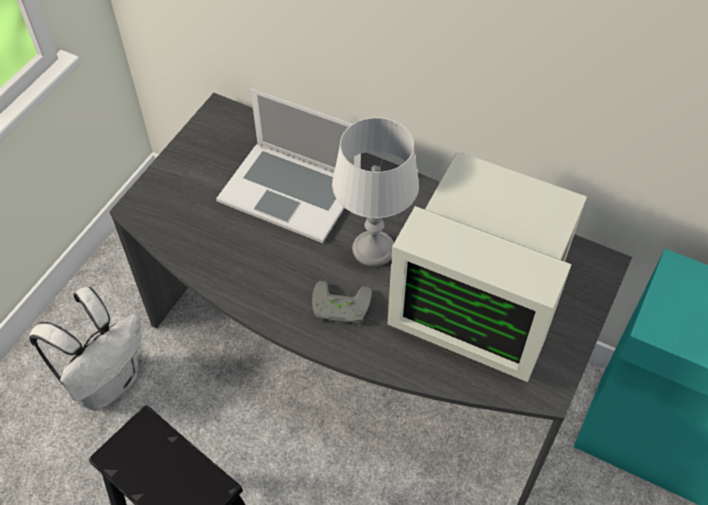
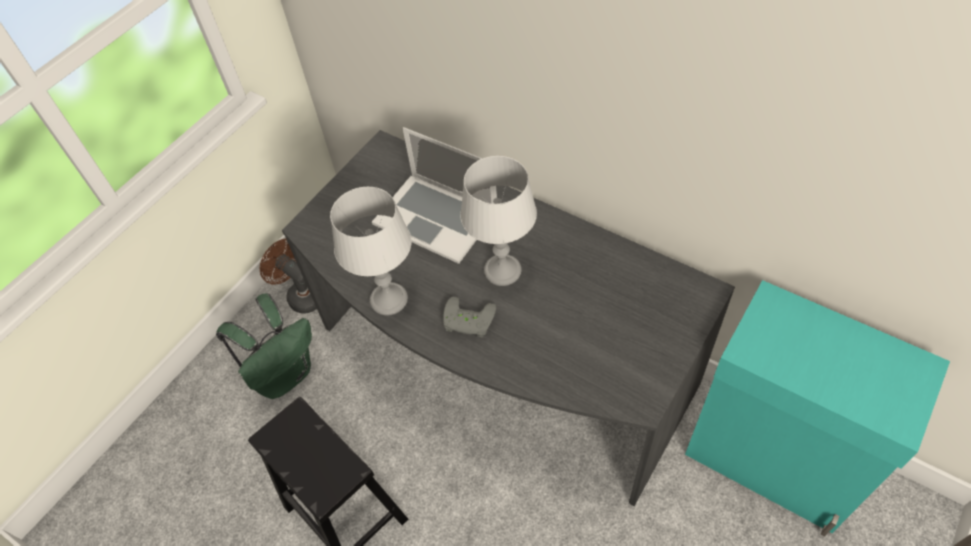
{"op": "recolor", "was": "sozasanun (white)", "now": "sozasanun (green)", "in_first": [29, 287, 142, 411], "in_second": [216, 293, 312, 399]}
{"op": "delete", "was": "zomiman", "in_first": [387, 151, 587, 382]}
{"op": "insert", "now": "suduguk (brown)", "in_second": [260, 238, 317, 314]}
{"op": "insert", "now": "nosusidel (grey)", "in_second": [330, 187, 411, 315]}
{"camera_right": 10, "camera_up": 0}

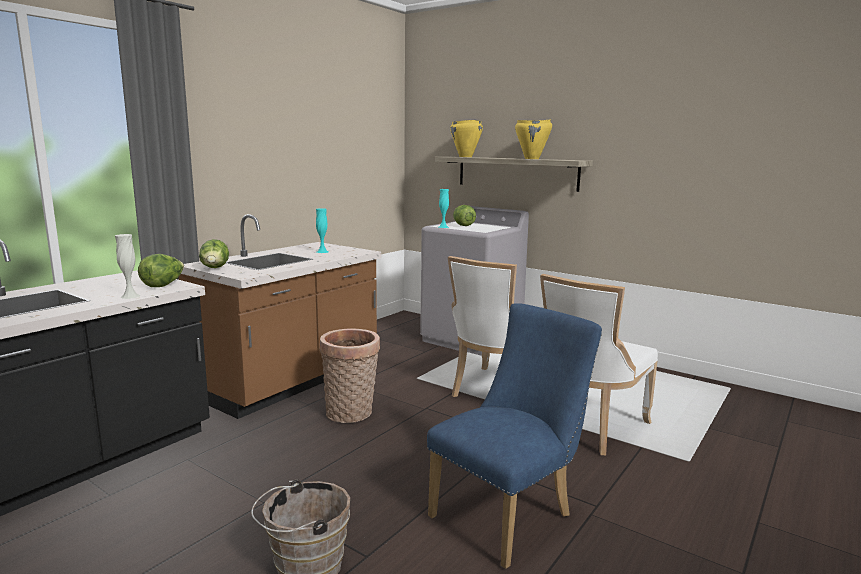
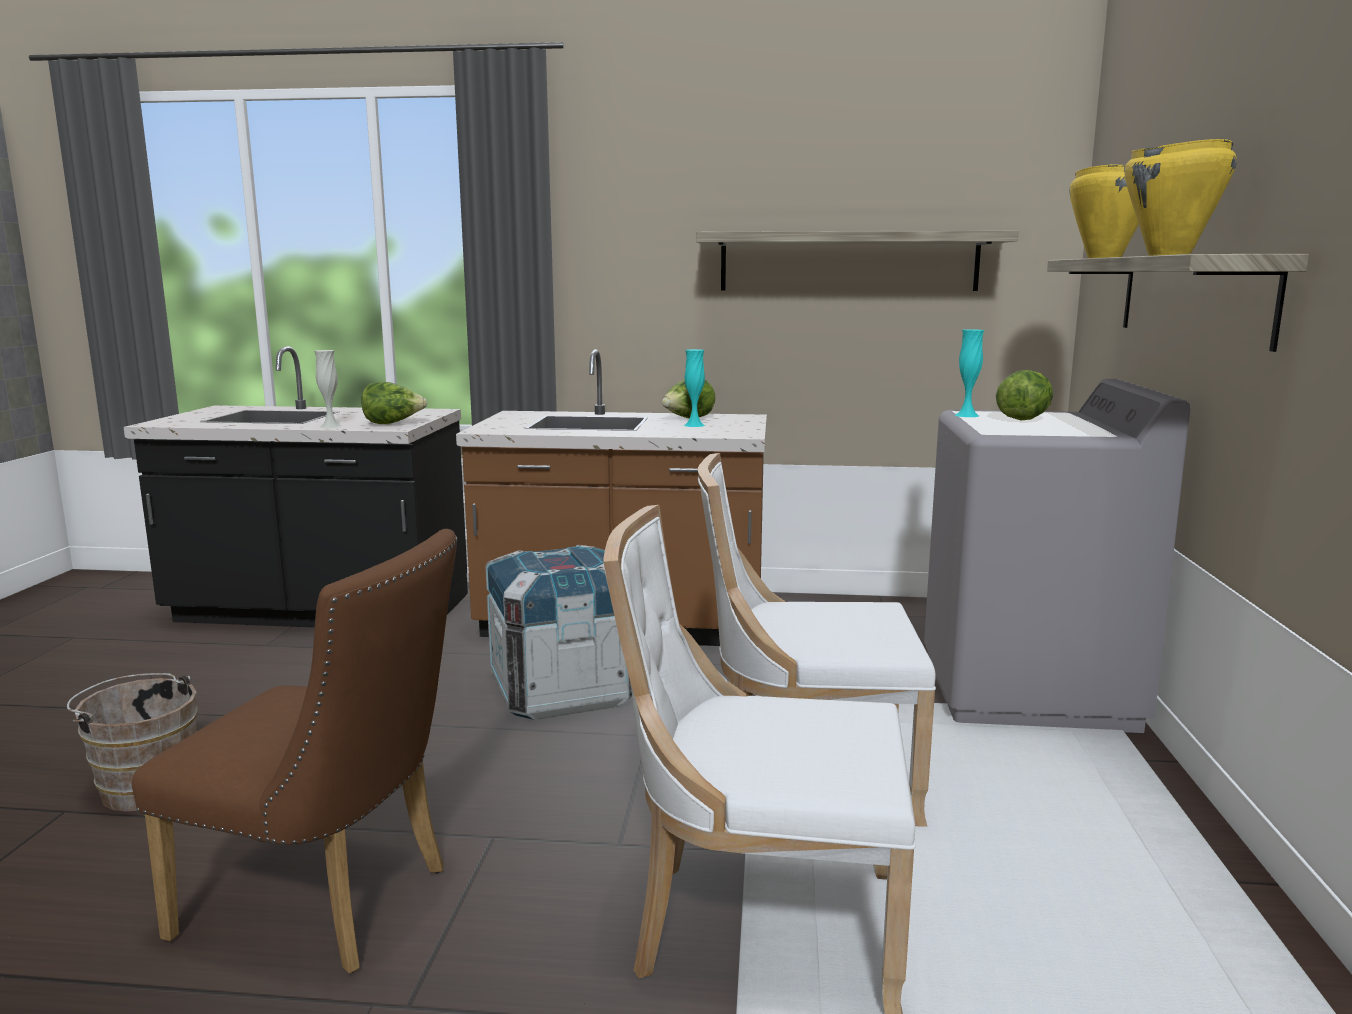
{"op": "move", "was": "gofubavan", "in_first": [199, 239, 229, 268], "in_second": [662, 380, 716, 418]}
{"op": "replace", "was": "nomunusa", "now": "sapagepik", "in_first": [319, 328, 380, 423], "in_second": [485, 545, 632, 720]}
{"op": "recolor", "was": "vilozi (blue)", "now": "vilozi (brown)", "in_first": [427, 303, 602, 569], "in_second": [132, 529, 457, 974]}
{"op": "insert", "now": "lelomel", "in_second": [696, 230, 1019, 291]}
{"camera_right": 60, "camera_up": 0}

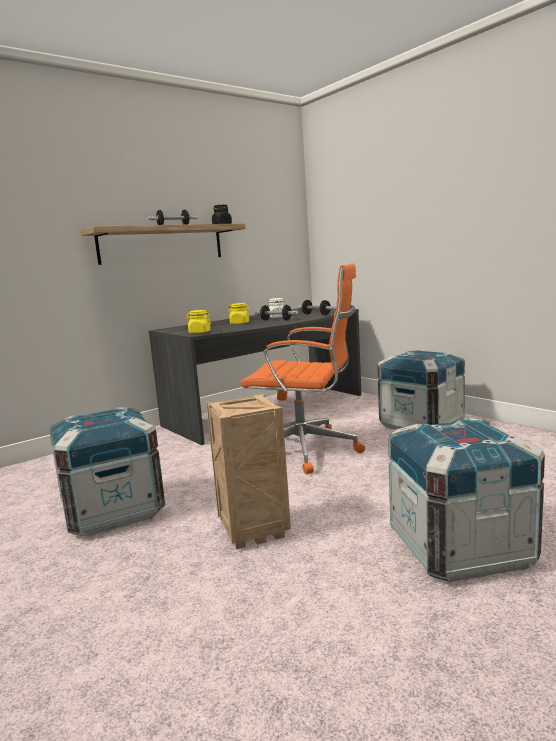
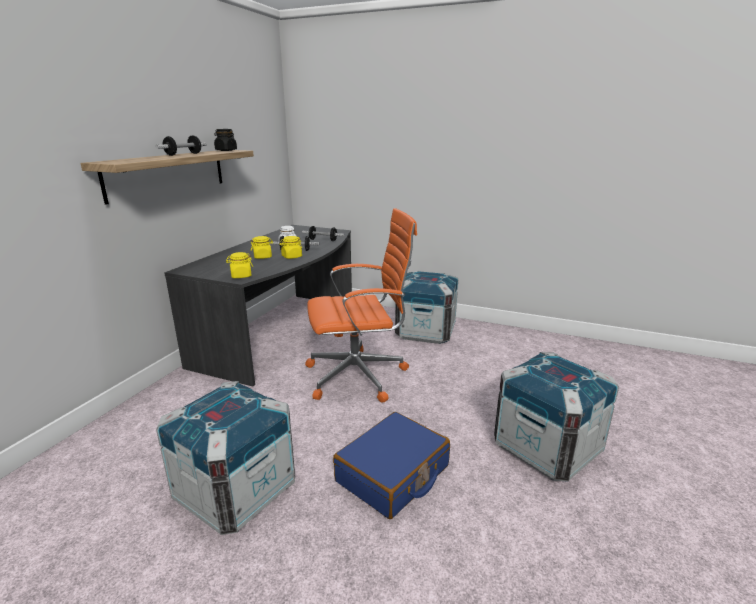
{"op": "replace", "was": "sapagepik", "now": "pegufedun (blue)", "in_first": [207, 394, 291, 549], "in_second": [333, 412, 450, 519]}
{"op": "insert", "now": "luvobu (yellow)", "in_second": [280, 236, 302, 259]}
{"camera_right": -30, "camera_up": 10}

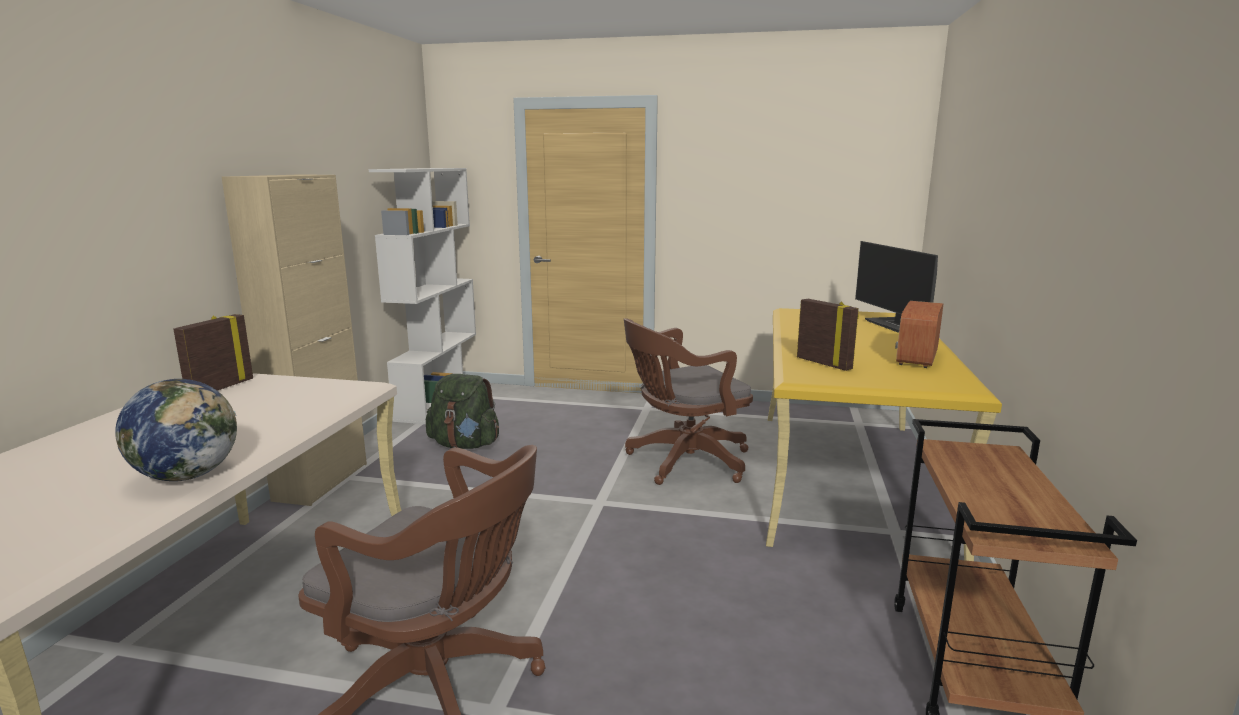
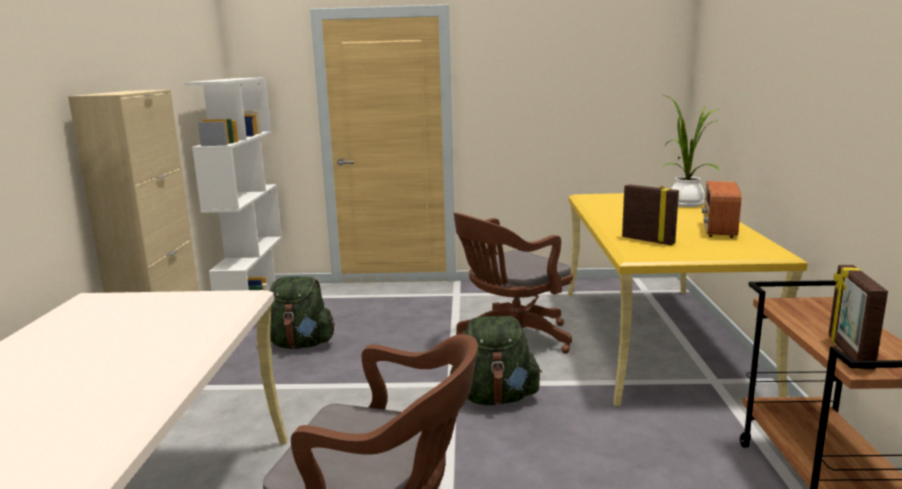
{"op": "delete", "was": "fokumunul", "in_first": [115, 379, 237, 481]}
{"op": "move", "was": "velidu", "in_first": [173, 314, 253, 391], "in_second": [828, 265, 888, 370]}
{"op": "replace", "was": "zomiman", "now": "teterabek", "in_first": [855, 241, 938, 333], "in_second": [662, 95, 720, 207]}
{"op": "insert", "now": "sozasanun (green)", "in_second": [450, 316, 542, 405]}
{"camera_right": -10, "camera_up": 0}

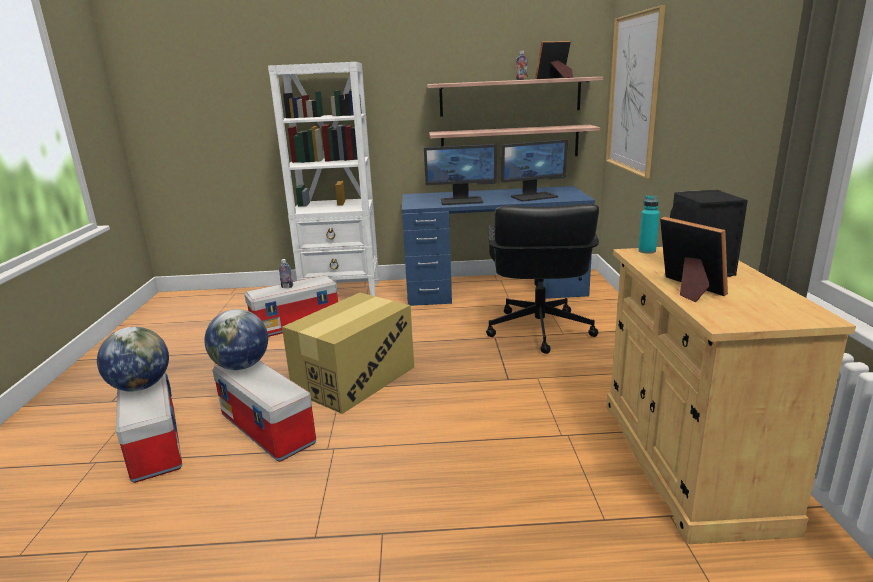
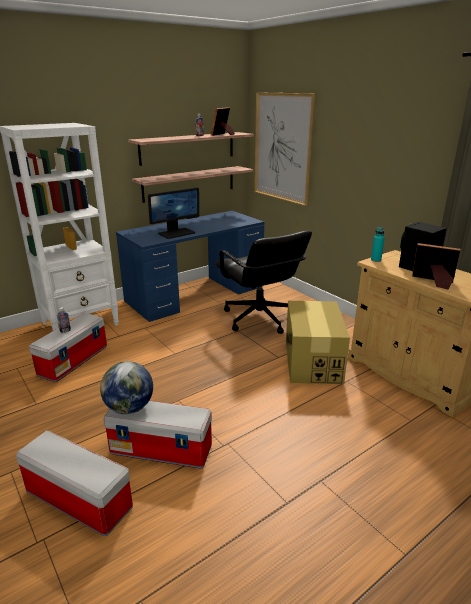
{"op": "delete", "was": "fokumunul", "in_first": [97, 327, 169, 392]}
{"op": "move", "was": "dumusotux", "in_first": [282, 293, 414, 414], "in_second": [286, 301, 350, 384]}
{"op": "delete", "was": "zomiman", "in_first": [501, 139, 568, 202]}
{"camera_right": -35, "camera_up": 5}

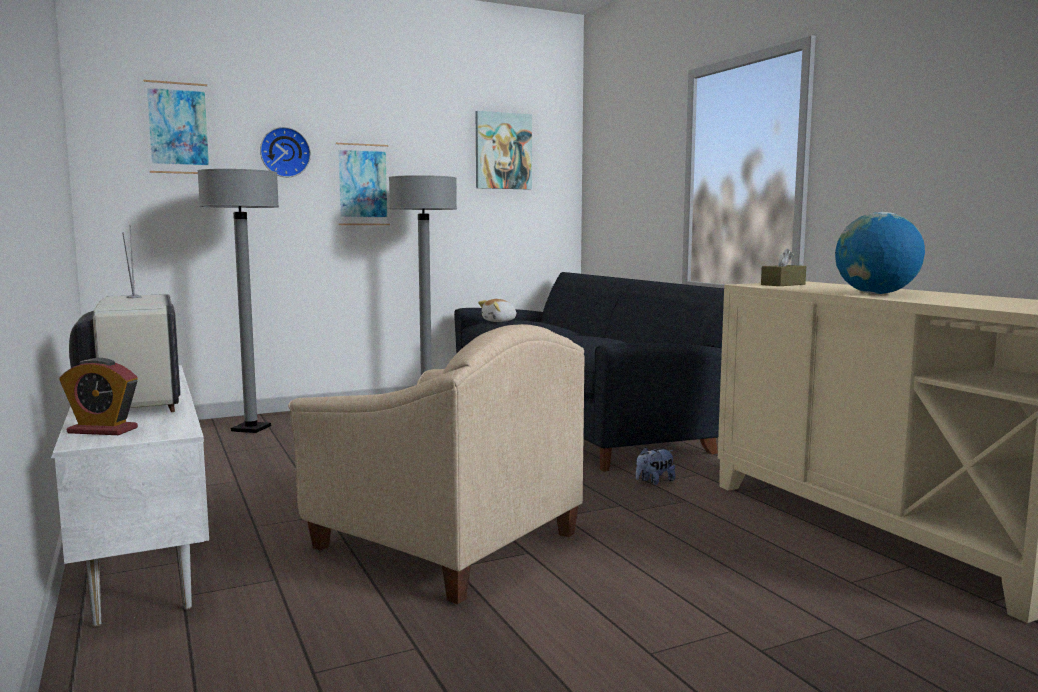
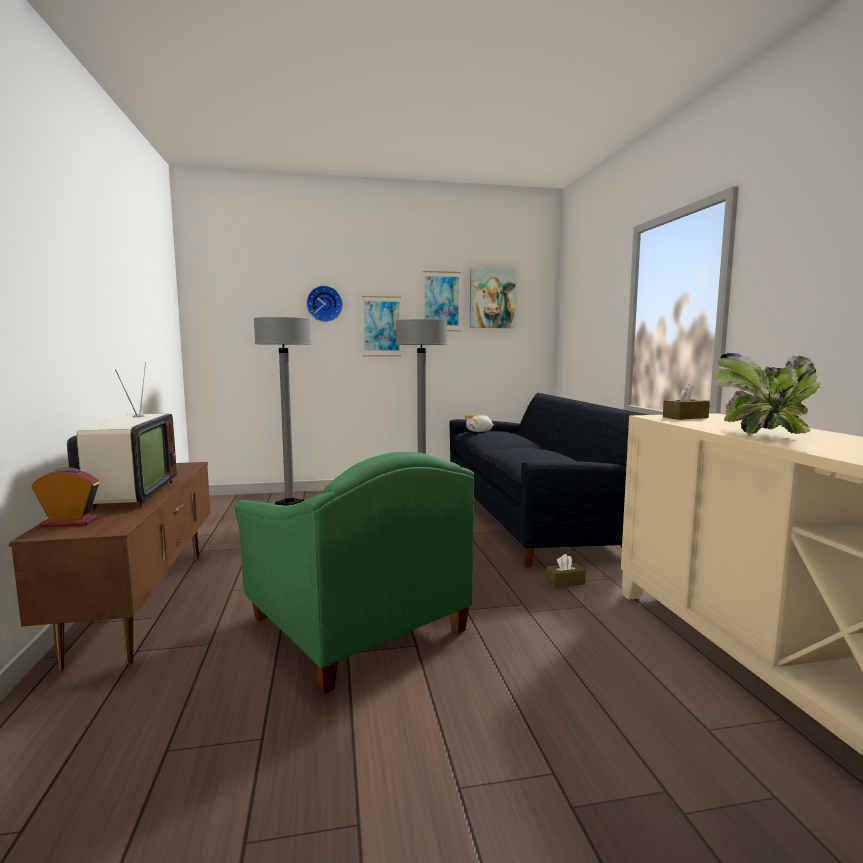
{"op": "recolor", "was": "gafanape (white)", "now": "gafanape (brown)", "in_first": [50, 365, 209, 627], "in_second": [8, 462, 210, 672]}
{"op": "rotate", "was": "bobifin", "in_first": [59, 358, 138, 435], "in_second": [32, 467, 99, 527], "clockwise": 150}
{"op": "move", "was": "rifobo", "in_first": [143, 80, 212, 174], "in_second": [423, 271, 461, 331]}
{"op": "recolor", "was": "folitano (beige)", "now": "folitano (green)", "in_first": [288, 324, 585, 604], "in_second": [234, 452, 474, 694]}
{"op": "replace", "was": "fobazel", "now": "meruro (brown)", "in_first": [636, 447, 676, 485], "in_second": [546, 554, 586, 588]}
{"op": "replace", "was": "fokumunul", "now": "teterabek", "in_first": [835, 212, 925, 294], "in_second": [714, 353, 820, 434]}
{"camera_right": 15, "camera_up": 0}

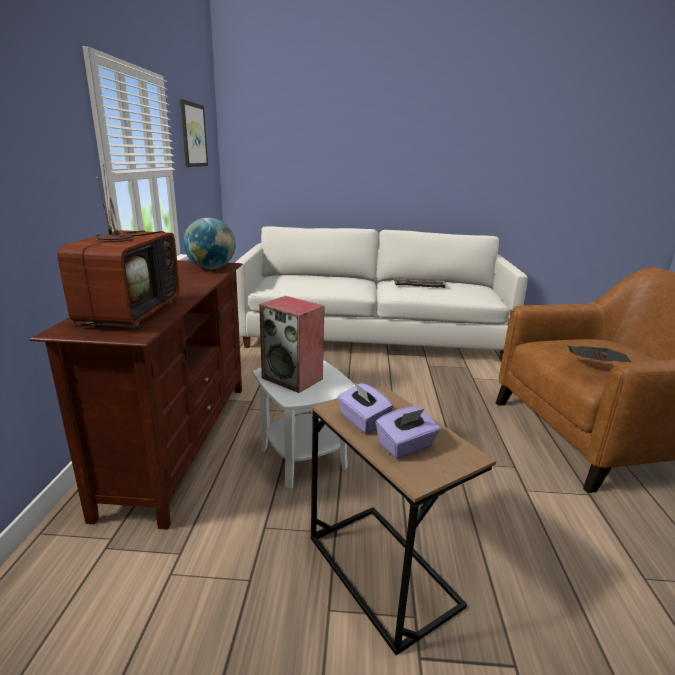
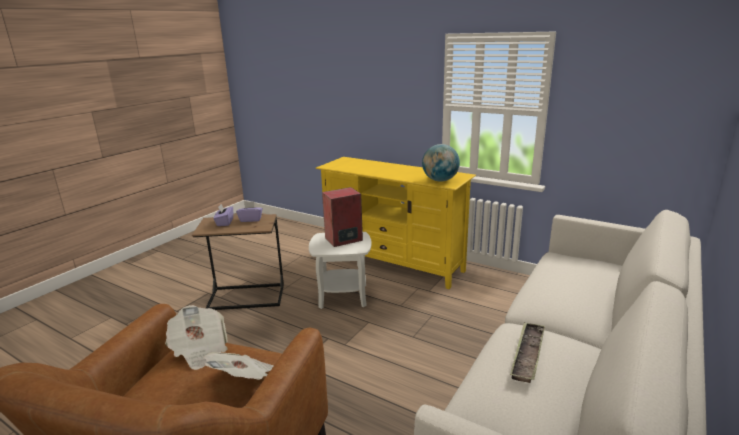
{"op": "recolor", "was": "gafanape (brown)", "now": "gafanape (yellow)", "in_first": [30, 260, 242, 530], "in_second": [316, 157, 476, 289]}
{"op": "delete", "was": "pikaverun", "in_first": [57, 164, 180, 328]}
{"op": "delete", "was": "rifobo", "in_first": [180, 99, 208, 167]}
{"op": "insert", "now": "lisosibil", "in_second": [204, 352, 273, 380]}
{"camera_right": 120, "camera_up": 0}

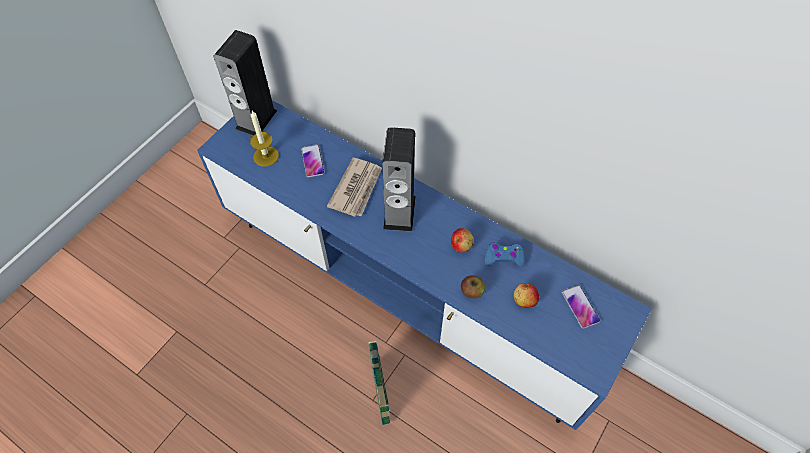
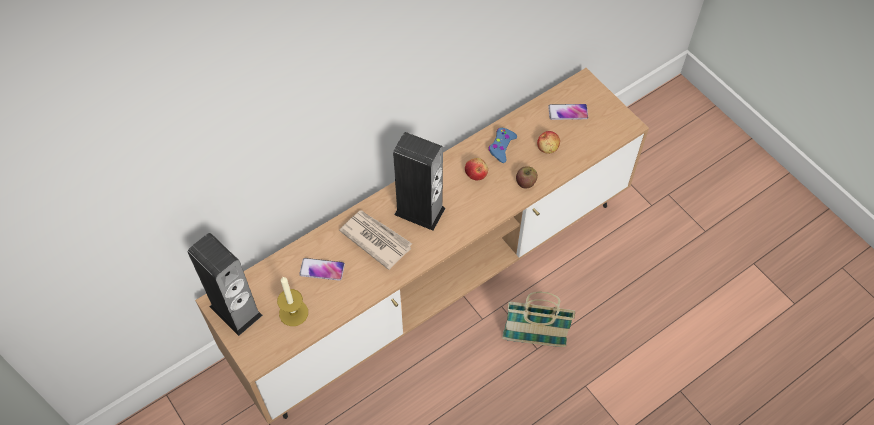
{"op": "recolor", "was": "gafanape (blue)", "now": "gafanape (brown)", "in_first": [197, 100, 652, 430], "in_second": [195, 68, 649, 424]}
{"camera_right": -70, "camera_up": 0}

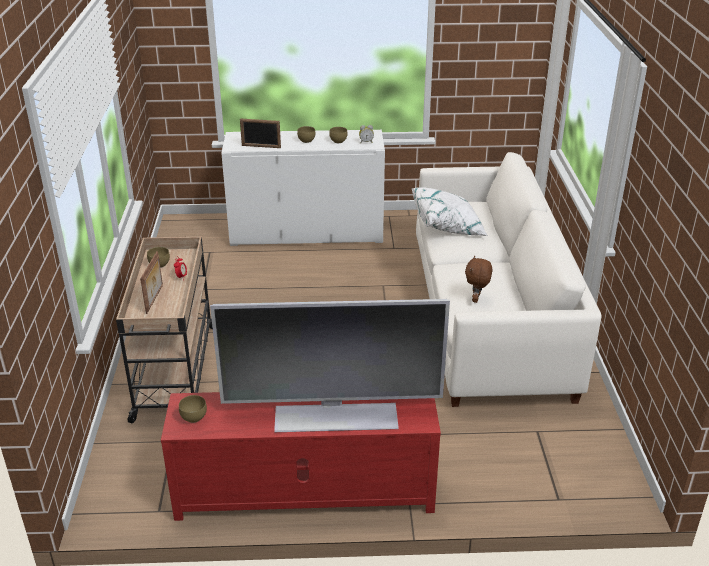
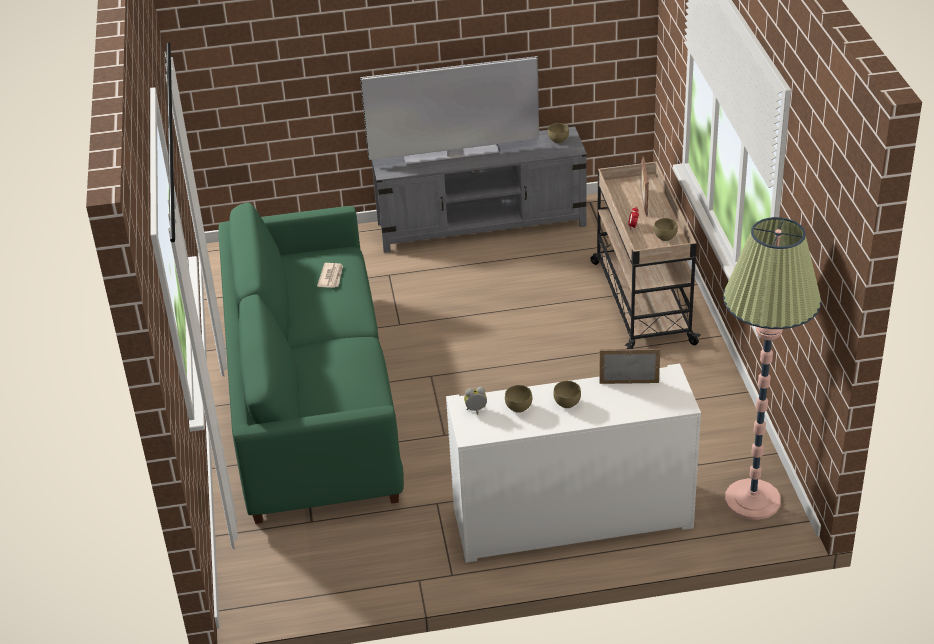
{"op": "recolor", "was": "gafanape (red)", "now": "gafanape (grey)", "in_first": [161, 392, 441, 521], "in_second": [372, 127, 587, 253]}
{"op": "delete", "was": "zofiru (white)", "in_first": [412, 187, 488, 236]}
{"op": "recolor", "was": "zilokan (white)", "now": "zilokan (green)", "in_first": [416, 152, 602, 407], "in_second": [219, 203, 404, 524]}
{"op": "replace", "was": "fobazel (brown)", "now": "lisosibil", "in_first": [465, 256, 492, 303], "in_second": [317, 263, 343, 288]}
{"op": "insert", "now": "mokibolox", "in_second": [723, 217, 821, 520]}
{"camera_right": 175, "camera_up": 5}

